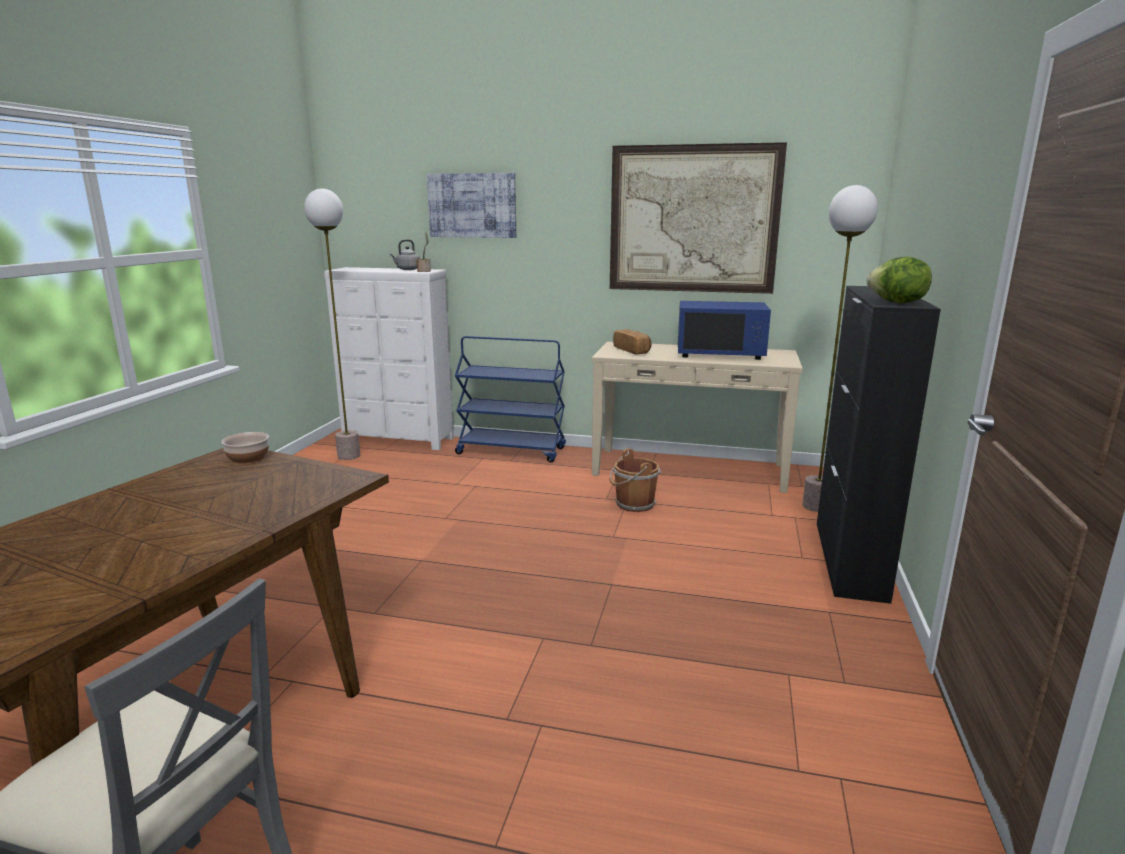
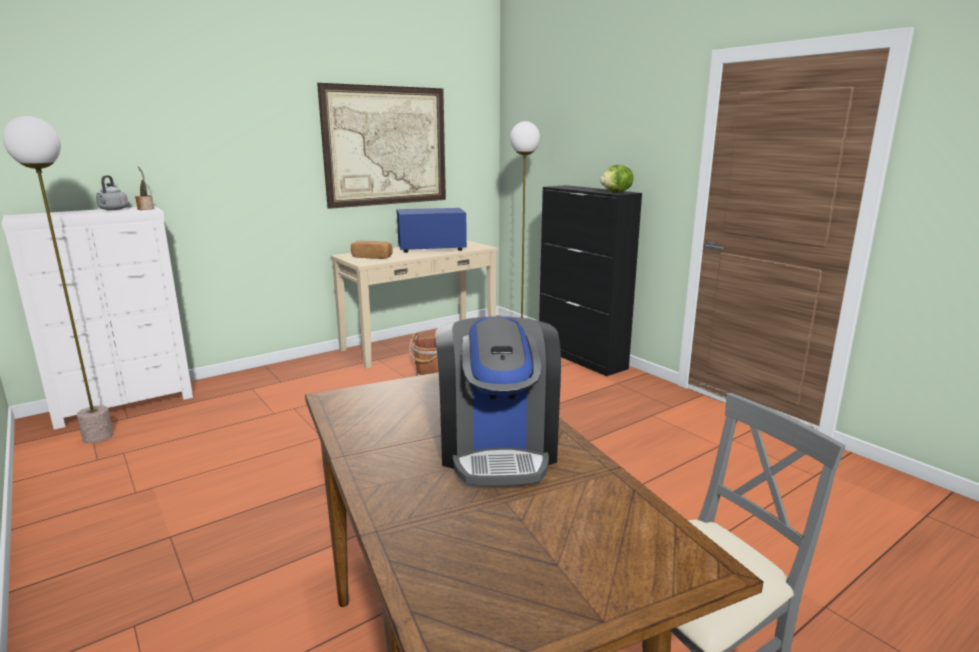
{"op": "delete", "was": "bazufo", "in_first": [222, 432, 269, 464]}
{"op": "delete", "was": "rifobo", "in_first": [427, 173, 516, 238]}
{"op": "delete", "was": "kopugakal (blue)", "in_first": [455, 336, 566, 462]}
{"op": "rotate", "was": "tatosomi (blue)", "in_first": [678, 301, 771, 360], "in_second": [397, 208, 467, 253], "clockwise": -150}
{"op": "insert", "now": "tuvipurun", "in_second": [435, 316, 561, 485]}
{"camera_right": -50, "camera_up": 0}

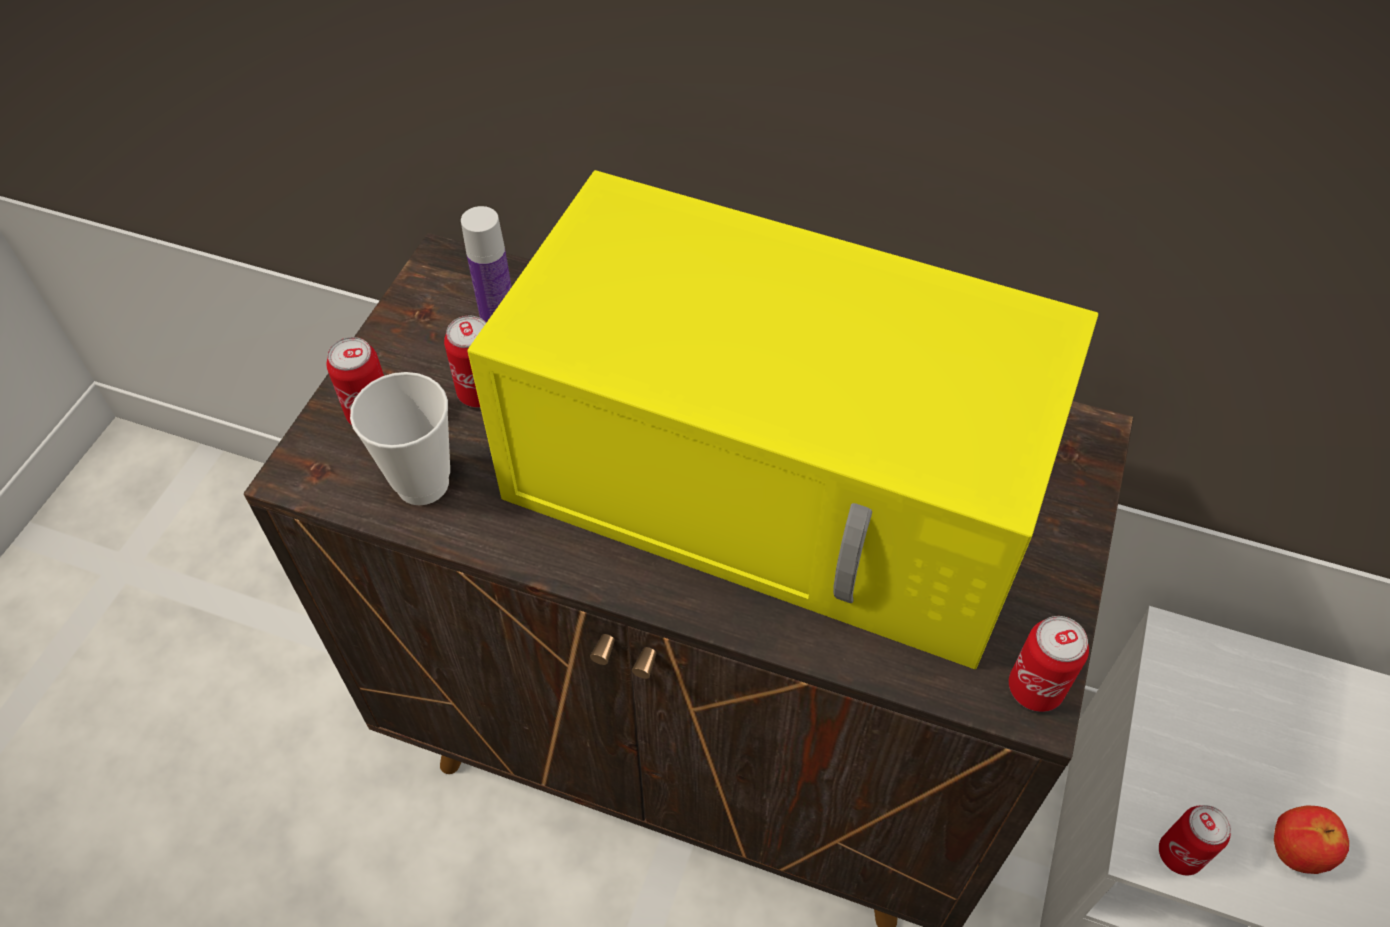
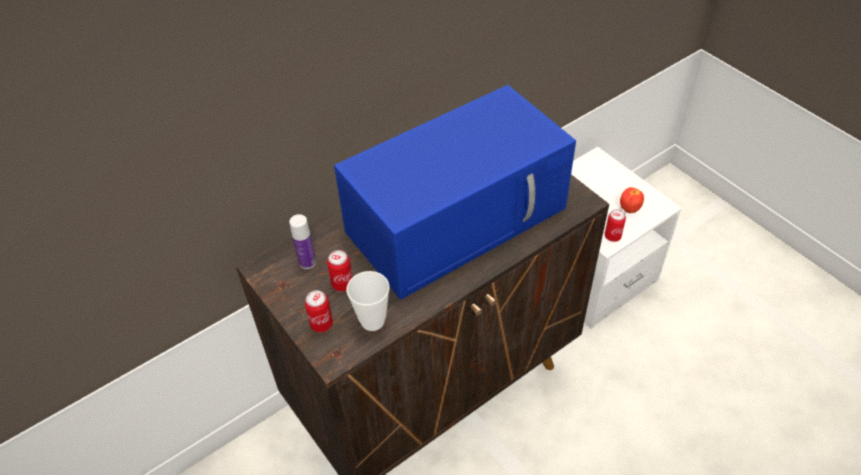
{"op": "recolor", "was": "tatosomi (yellow)", "now": "tatosomi (blue)", "in_first": [468, 170, 1098, 669], "in_second": [334, 85, 576, 300]}
{"op": "delete", "was": "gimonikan", "in_first": [1009, 616, 1089, 712]}
{"camera_right": -55, "camera_up": -5}

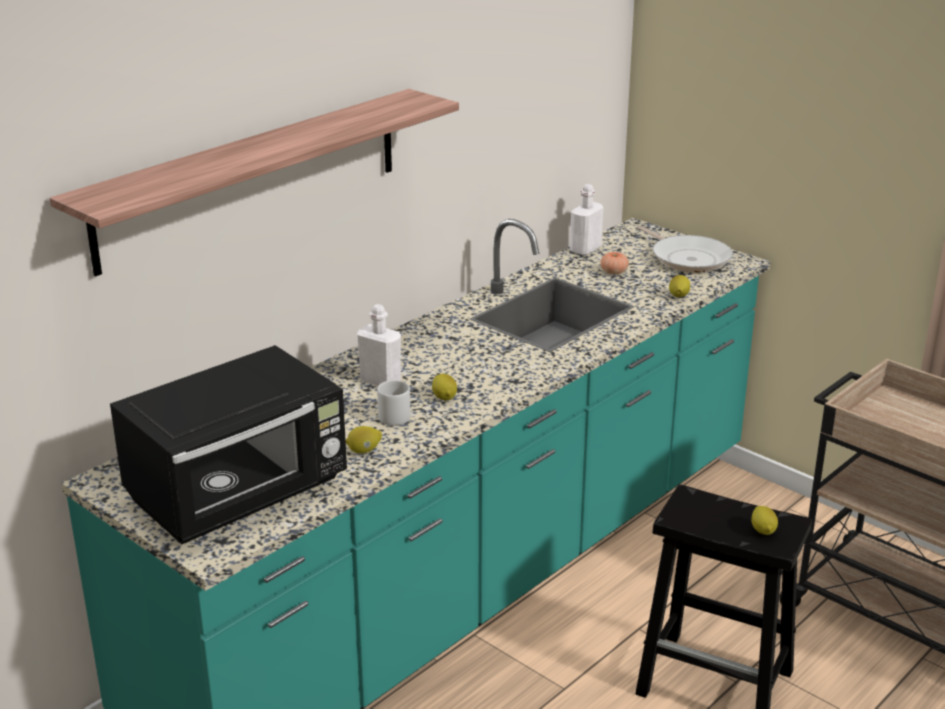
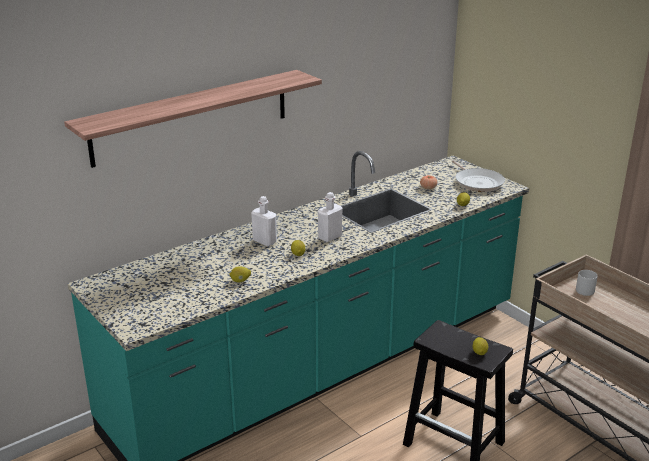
{"op": "delete", "was": "tatosomi (black)", "in_first": [110, 345, 347, 544]}
{"op": "move", "was": "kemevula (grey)", "in_first": [377, 380, 410, 426], "in_second": [576, 270, 598, 296]}
{"op": "move", "was": "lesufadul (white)", "in_first": [570, 184, 604, 256], "in_second": [318, 192, 342, 242]}
{"camera_right": 10, "camera_up": 0}

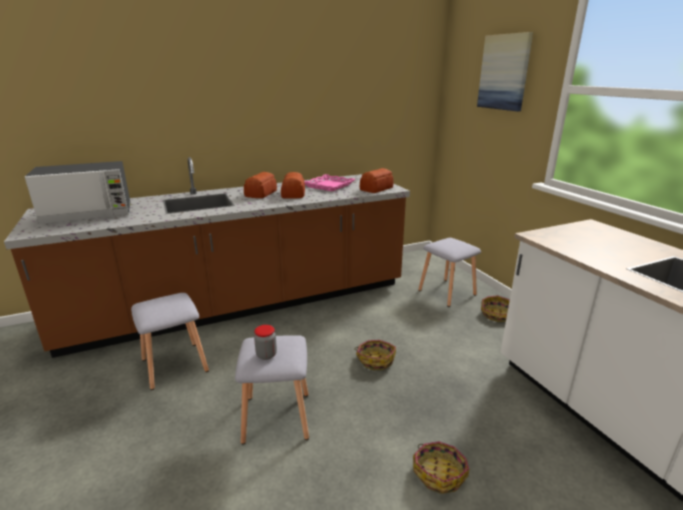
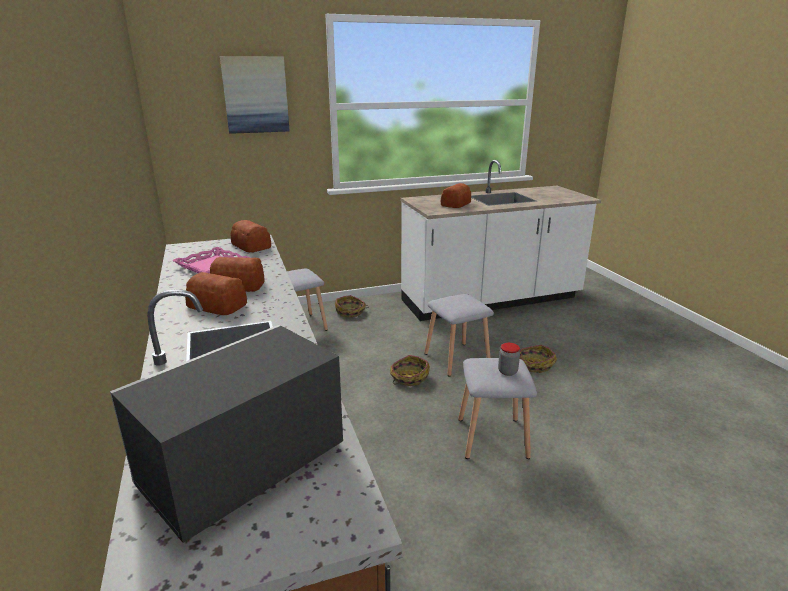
{"op": "rotate", "was": "tatosomi", "in_first": [25, 161, 131, 224], "in_second": [110, 325, 343, 543], "clockwise": -120}
{"op": "move", "was": "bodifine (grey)", "in_first": [131, 293, 209, 390], "in_second": [424, 294, 494, 377]}
{"op": "insert", "now": "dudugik", "in_second": [441, 183, 471, 208]}
{"camera_right": -85, "camera_up": 0}

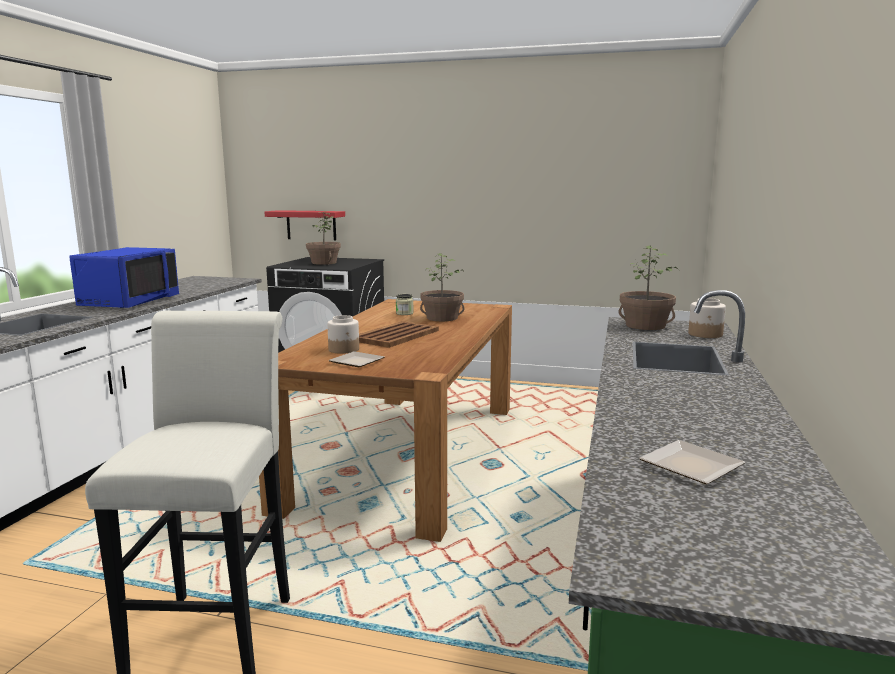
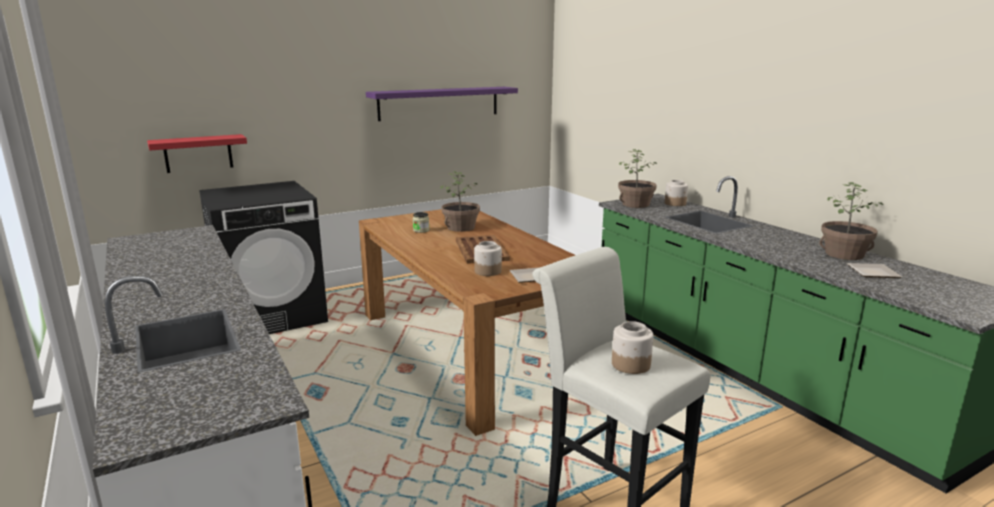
{"op": "delete", "was": "tatosomi (blue)", "in_first": [69, 247, 179, 308]}
{"op": "move", "was": "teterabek", "in_first": [306, 212, 341, 265], "in_second": [819, 182, 883, 260]}
{"op": "insert", "now": "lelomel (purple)", "in_second": [366, 87, 518, 121]}
{"op": "insert", "now": "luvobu", "in_second": [612, 321, 653, 374]}
{"camera_right": -45, "camera_up": 5}

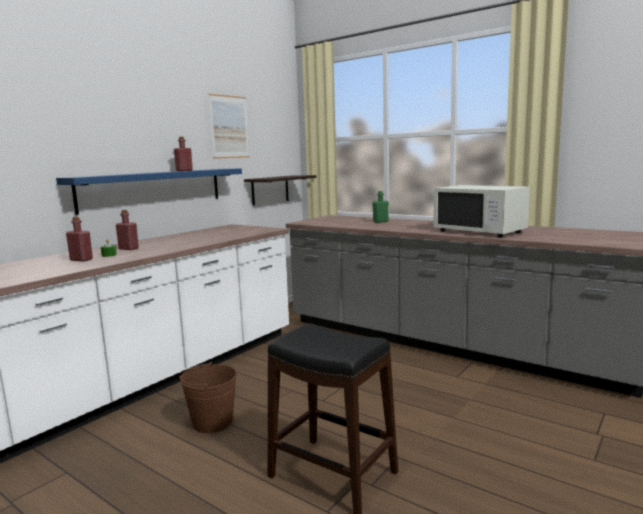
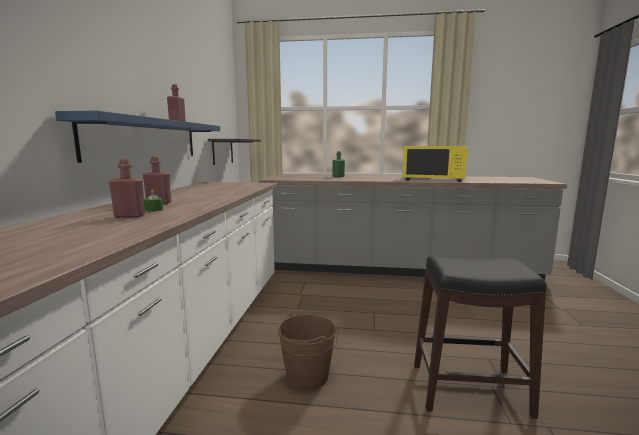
{"op": "delete", "was": "rifobo", "in_first": [208, 94, 249, 159]}
{"op": "recolor", "was": "tatosomi (white)", "now": "tatosomi (yellow)", "in_first": [433, 185, 530, 238], "in_second": [403, 146, 468, 182]}
{"camera_right": -30, "camera_up": 0}

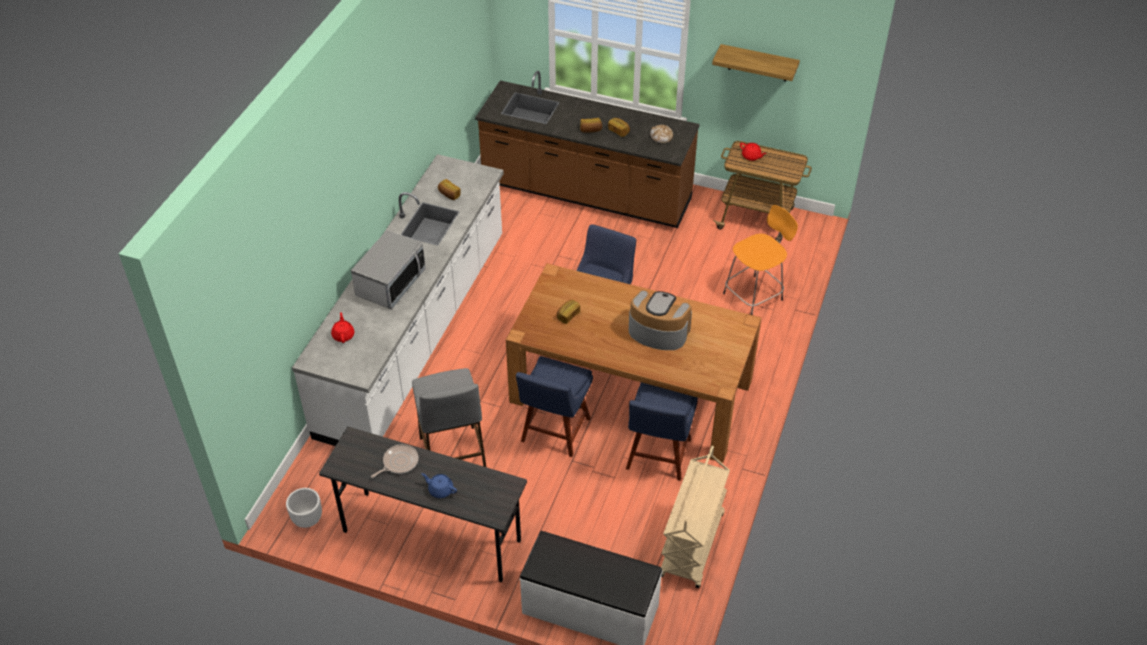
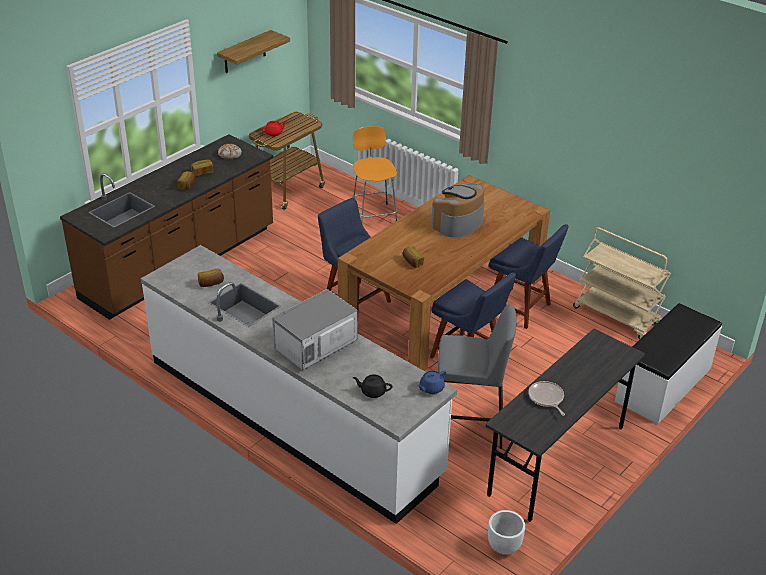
{"op": "recolor", "was": "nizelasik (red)", "now": "nizelasik (black)", "in_first": [331, 312, 354, 343], "in_second": [353, 374, 393, 398]}
{"op": "rotate", "was": "tatosomi", "in_first": [351, 230, 426, 309], "in_second": [272, 289, 358, 370], "clockwise": -90}
{"op": "move", "was": "nizelasik (blue)", "in_first": [422, 473, 457, 498], "in_second": [417, 370, 446, 394]}
{"camera_right": -70, "camera_up": -10}

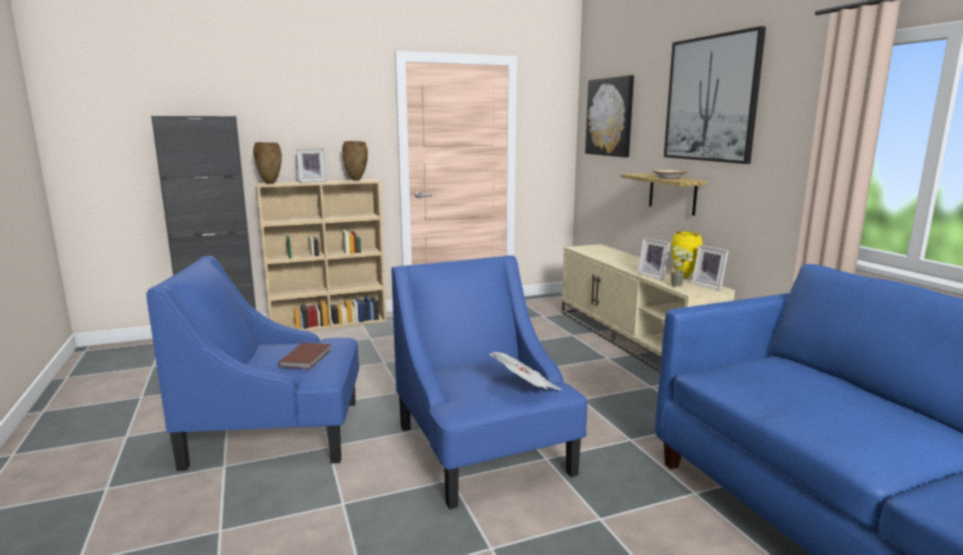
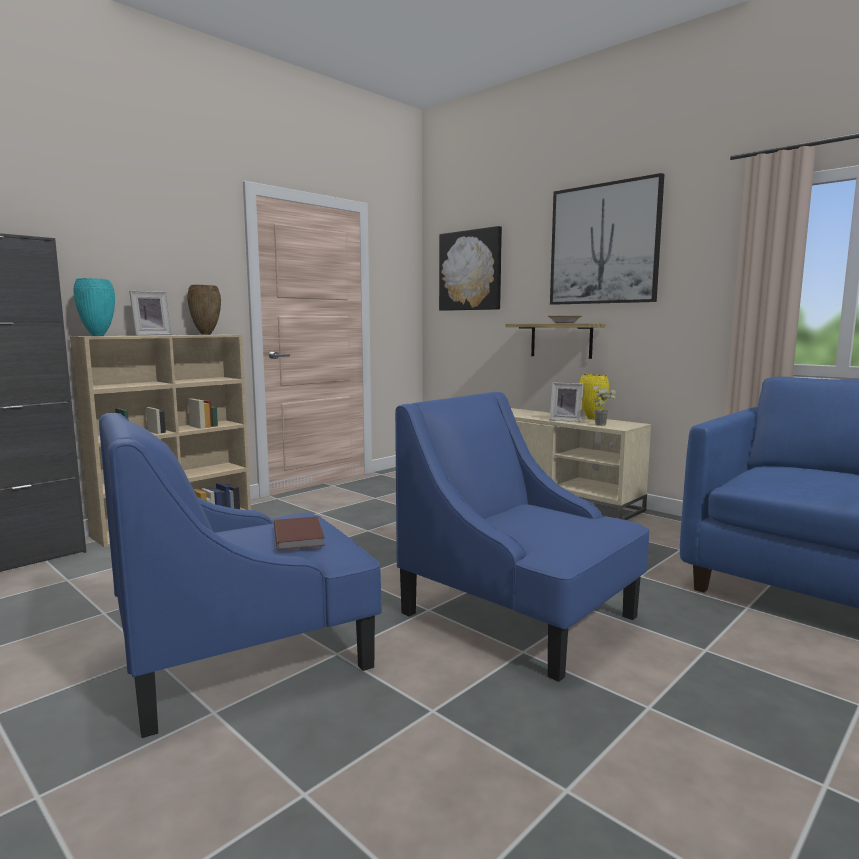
{"op": "recolor", "was": "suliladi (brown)", "now": "suliladi (turquoise)", "in_first": [253, 142, 282, 184], "in_second": [73, 278, 115, 336]}
{"op": "delete", "was": "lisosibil", "in_first": [489, 352, 562, 390]}
{"op": "delete", "was": "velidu", "in_first": [692, 245, 729, 290]}
{"camera_right": -25, "camera_up": -5}

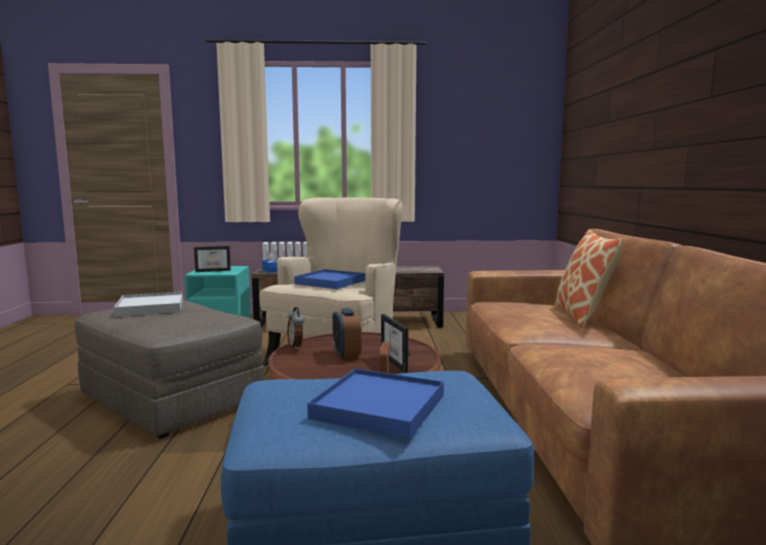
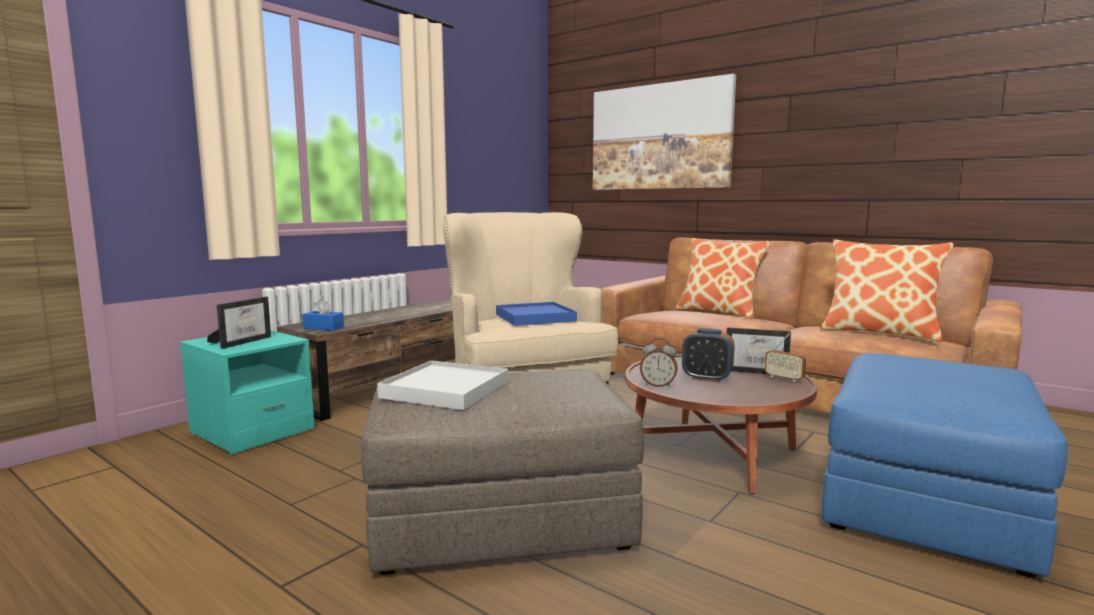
{"op": "delete", "was": "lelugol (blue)", "in_first": [307, 368, 444, 439]}
{"op": "insert", "now": "rifobo", "in_second": [593, 74, 736, 190]}
{"op": "insert", "now": "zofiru", "in_second": [820, 239, 954, 342]}
{"camera_right": -50, "camera_up": 0}

